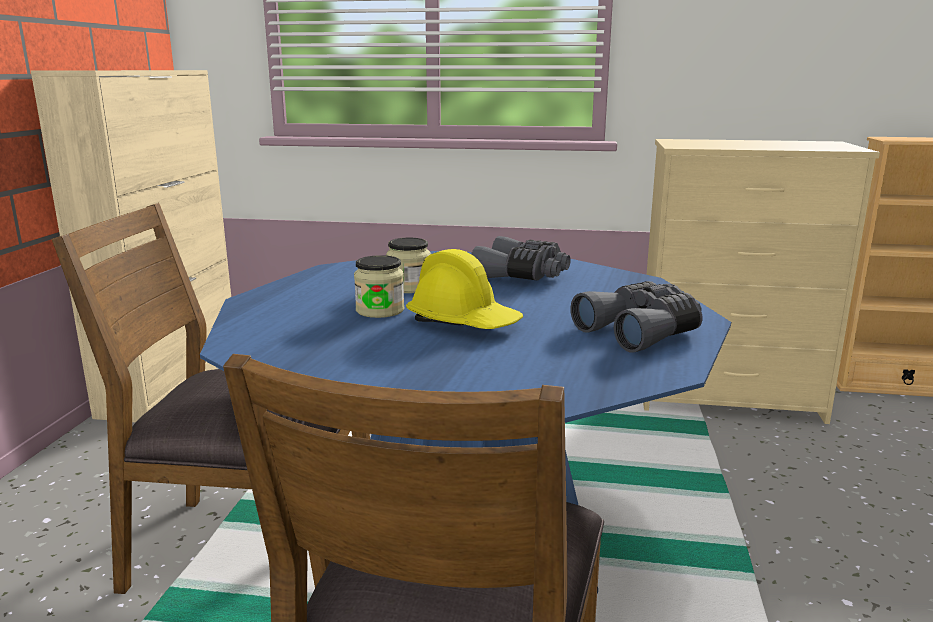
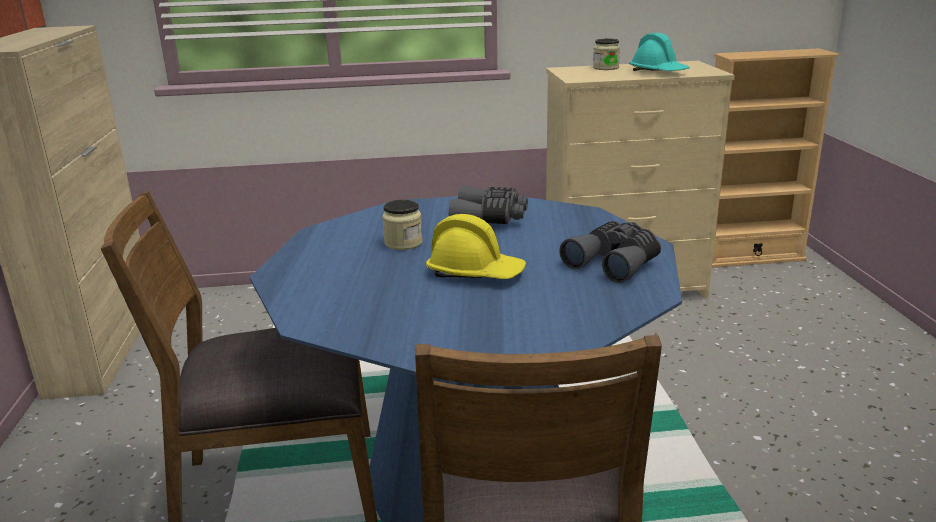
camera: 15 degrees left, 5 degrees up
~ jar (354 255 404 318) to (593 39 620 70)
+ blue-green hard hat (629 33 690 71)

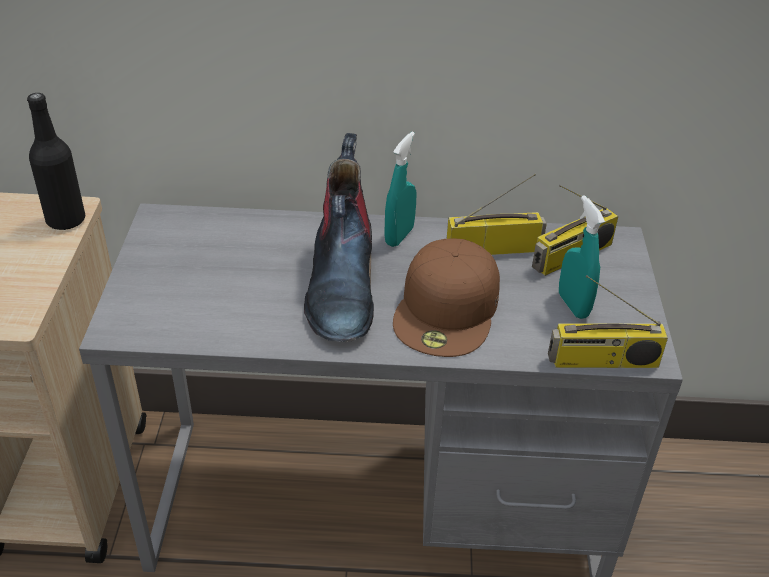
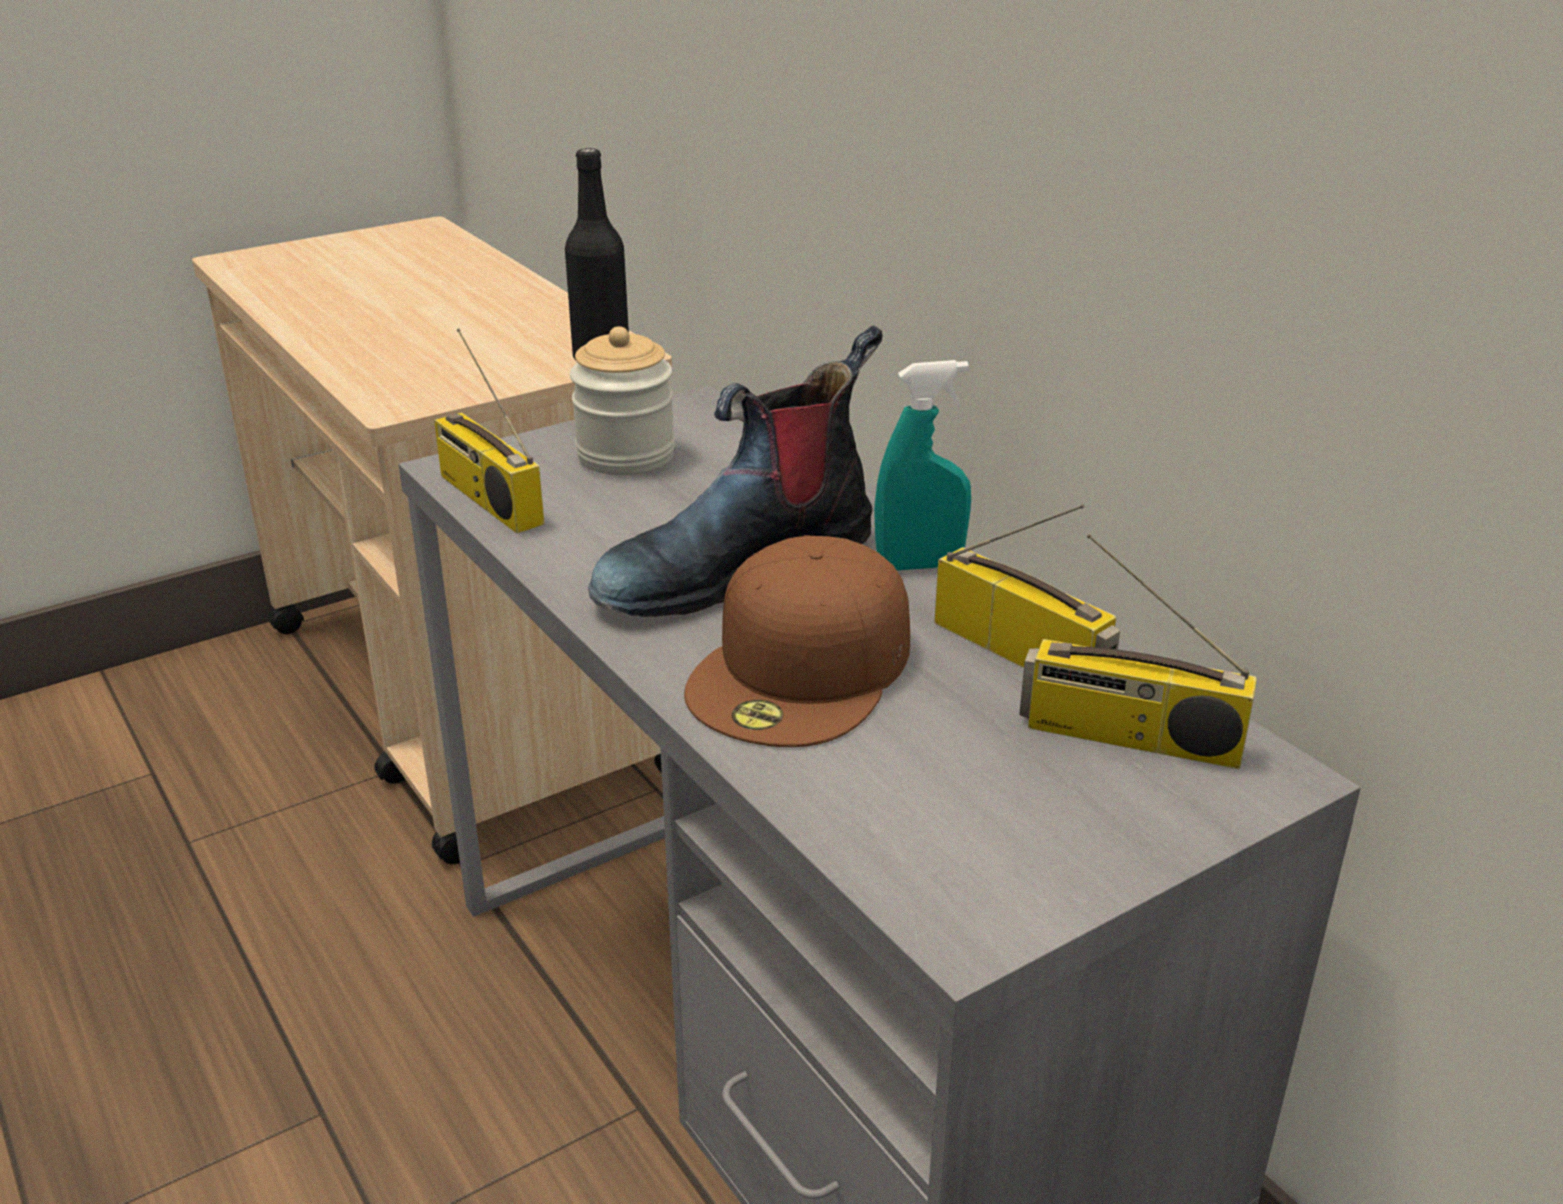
camera: 55 degrees right, 10 degrees down
~ brown cap (393 238 500 357) = (684 535 910 747) 45 degrees counterclockwise
~ radio (548 275 668 368) to (434 328 545 533)
- blue-green sprayer (559 195 605 319)
+ jar (570 326 675 475)

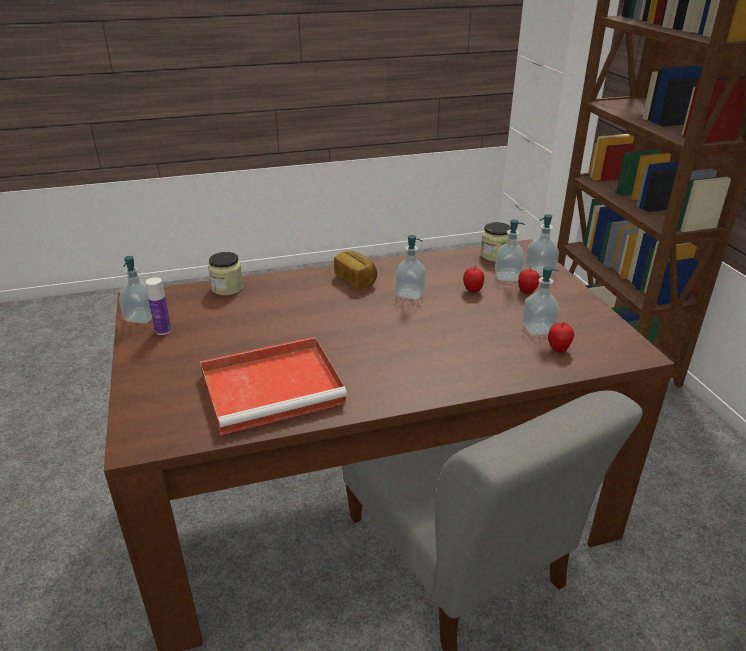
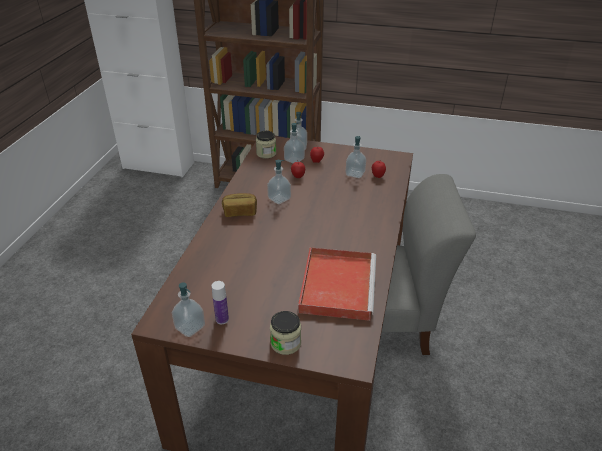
camera: 60 degrees left, 5 degrees up
~ jar (208 252 243 296) to (270 311 301 355)

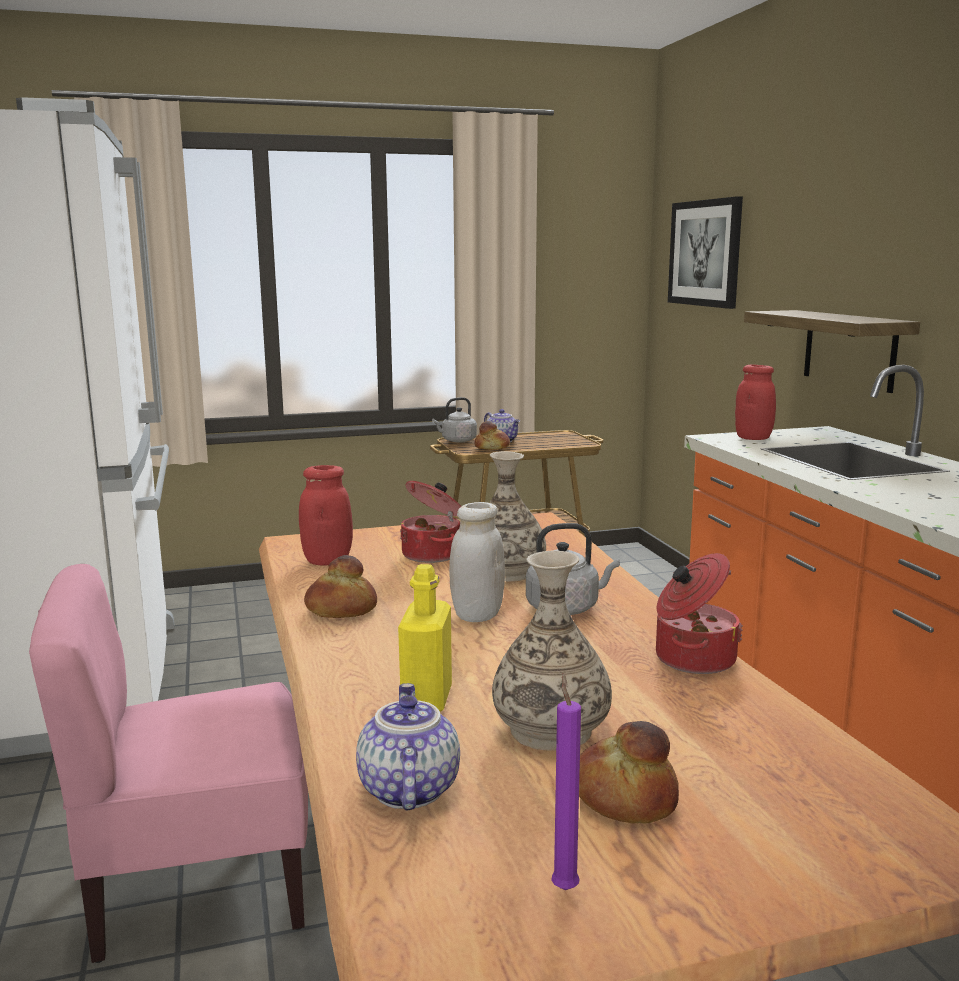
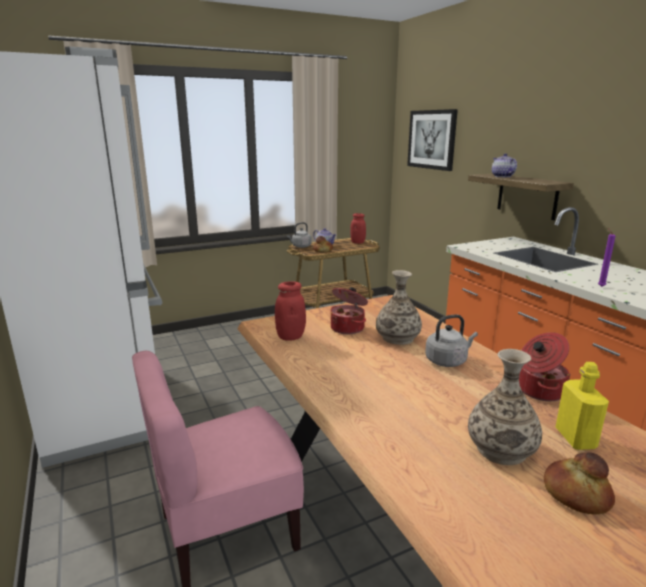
camera: 10 degrees left, 5 degrees up
- baked bread (304 555 377 618)
~ tea pot (356 683 460 810) to (492 153 517 177)
~ yellow drink bottle (398 564 452 712) to (555 362 609 450)
- white jar (449 502 505 622)
~ purple-coloured wax light (551 673 581 890) to (598 228 616 287)
~ reddish jar (735 364 776 440) to (350 213 366 244)

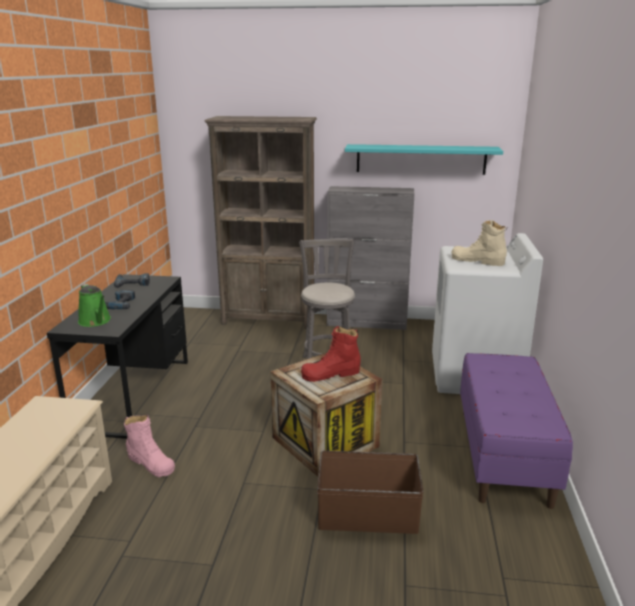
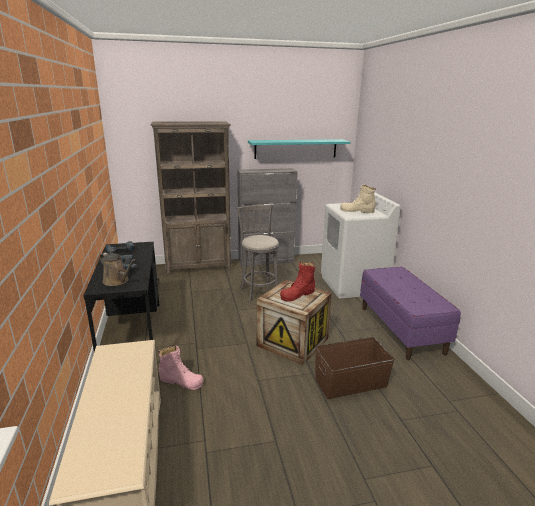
camera: 20 degrees left, 0 degrees up
~ greenish watering pot (78 284 111 327) to brown watering pot (100 253 136 286)

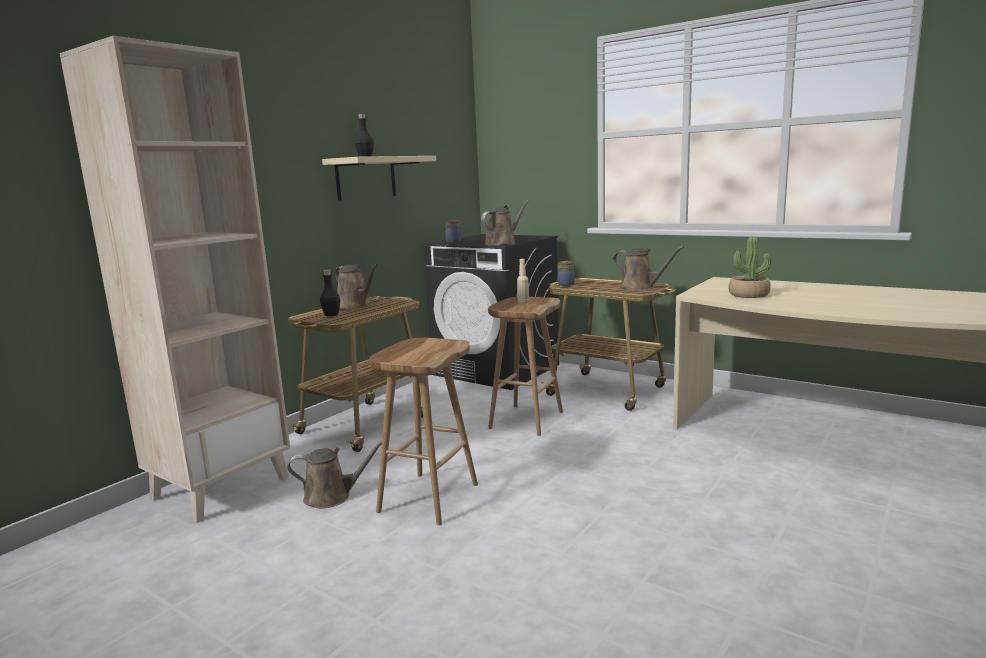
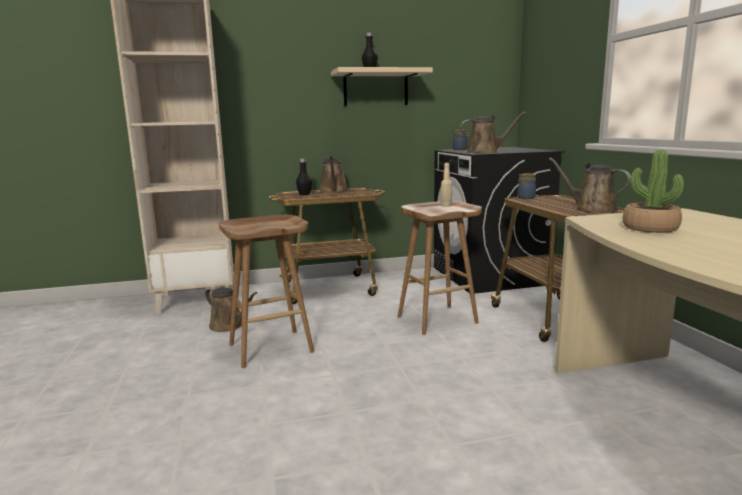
camera: 40 degrees right, 0 degrees up
~ brown watering pot (613 246 684 290) = (549 158 631 213) 150 degrees clockwise

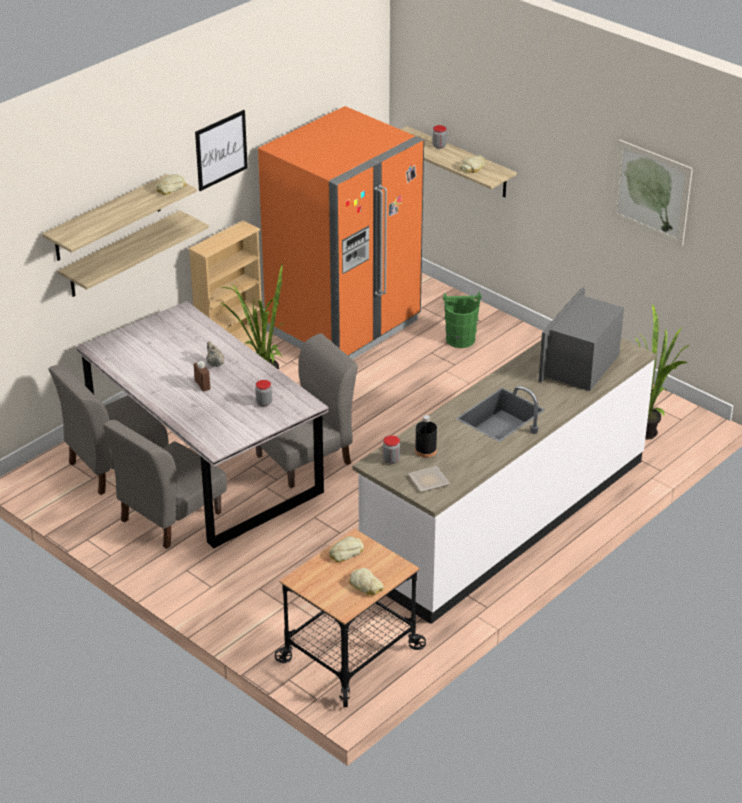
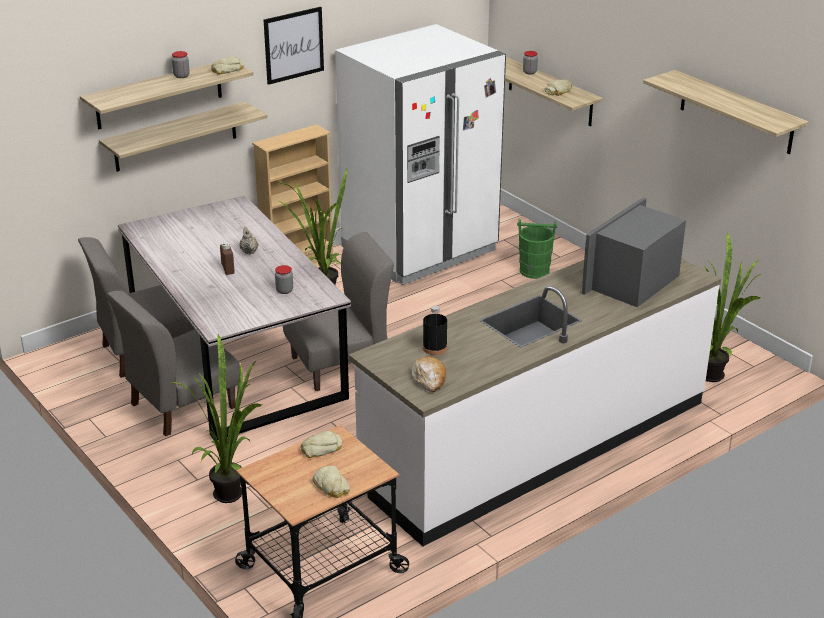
camera: 10 degrees right, 5 degrees down
~ orange kitchen fridge (258 106 424 360) to white kitchen fridge (335 24 506 285)
~ jar (383 435 400 464) to (172 51 190 78)
~ dinner plate (408 466 450 492) to baked bread (412 356 446 392)
~ wall art (611 140 693 246) to bracket shelf (643 70 809 154)
+ houseplant (170 334 262 503)

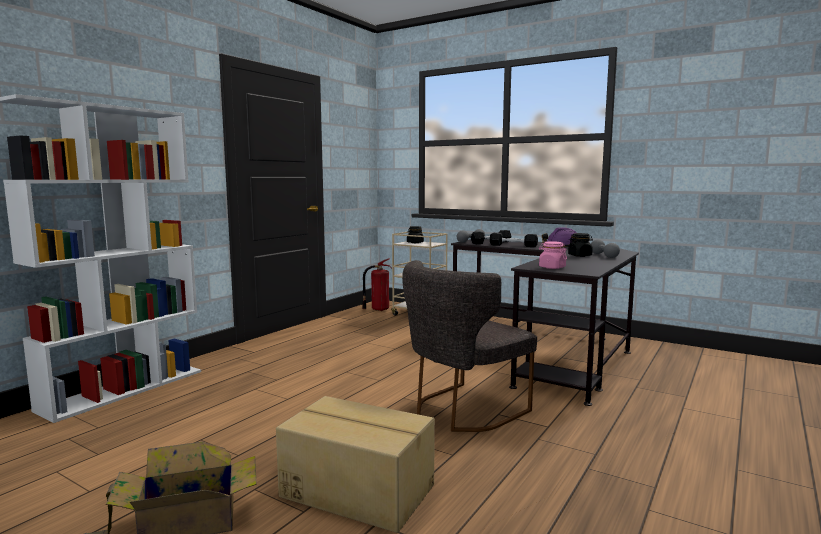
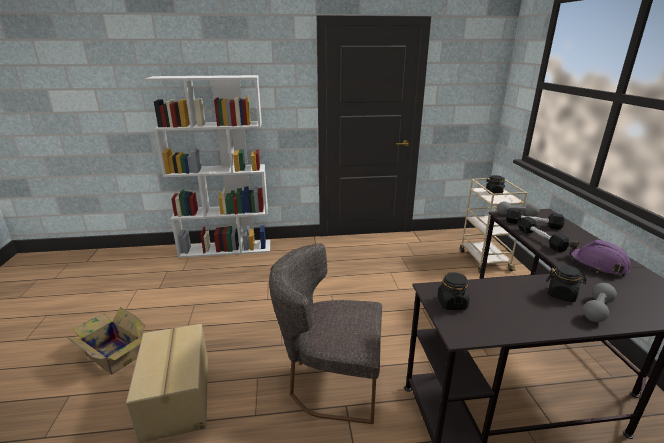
camera: 50 degrees right, 15 degrees up
- fire-fighting cylinder (362 258 391 311)
~ pink-coloured jar (539 241 567 269) to blackish jar (437 272 469 310)

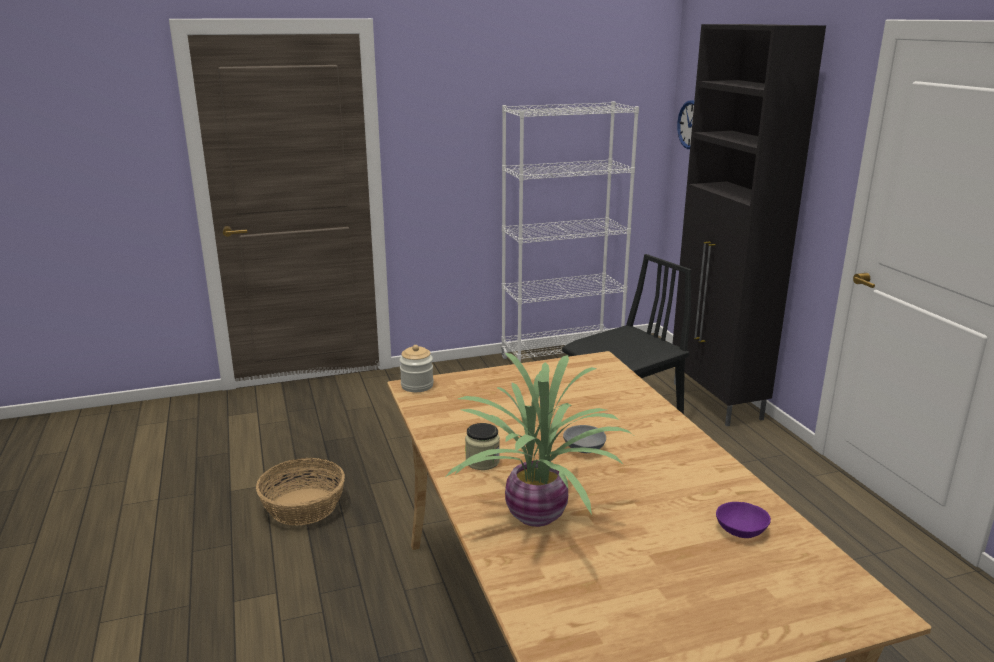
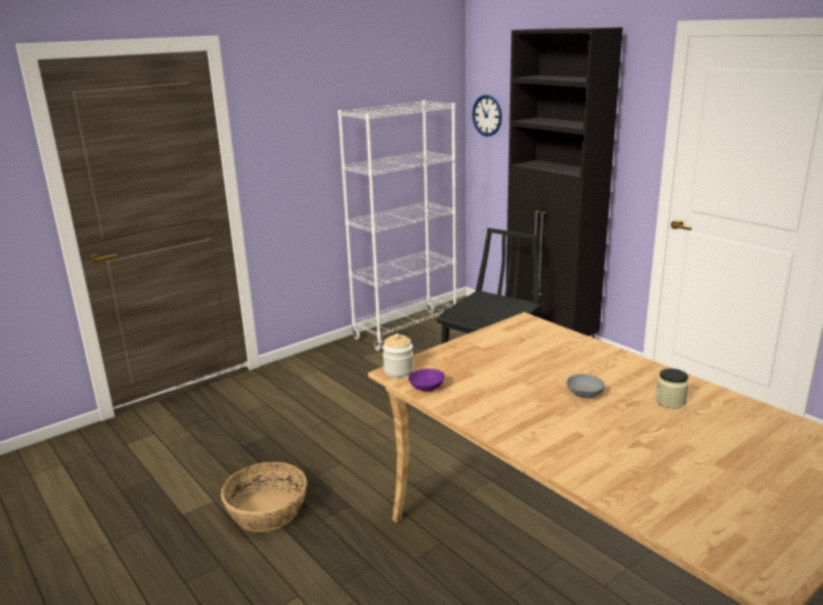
camera: 20 degrees left, 0 degrees up
- houseplant (446 353 633 527)
~ jar (465 423 500 470) to (656 368 689 408)
~ purple-coloured deep dish (716 502 771 538) to (409 369 445 391)

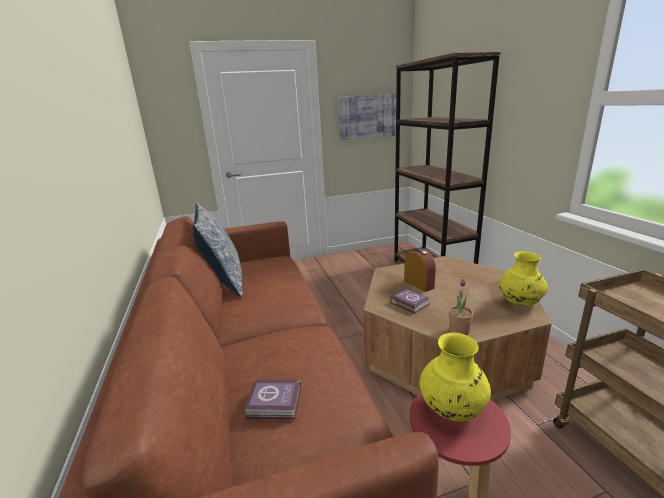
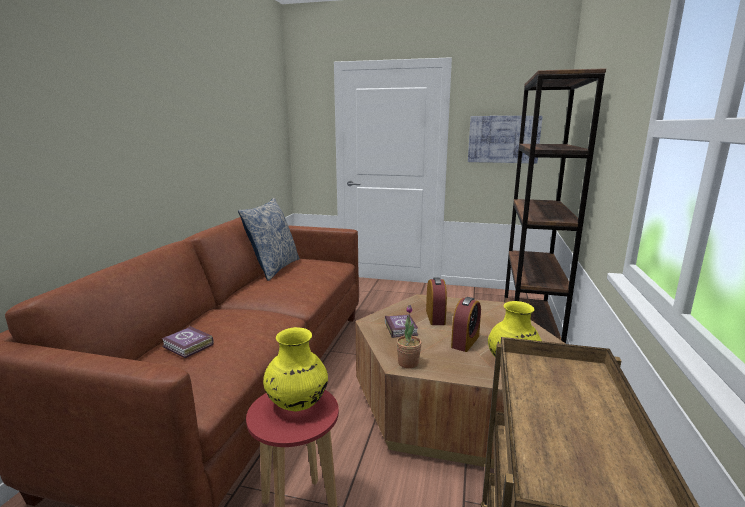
camera: 30 degrees right, 5 degrees down
+ alarm clock (451 297 481 352)

